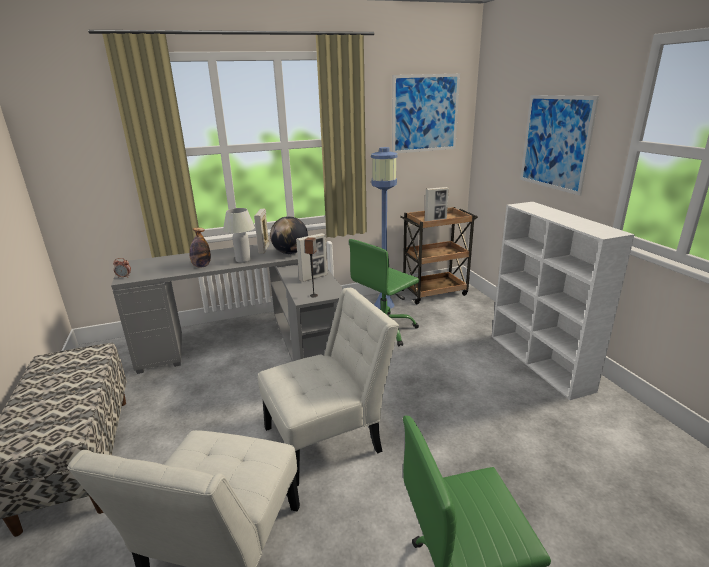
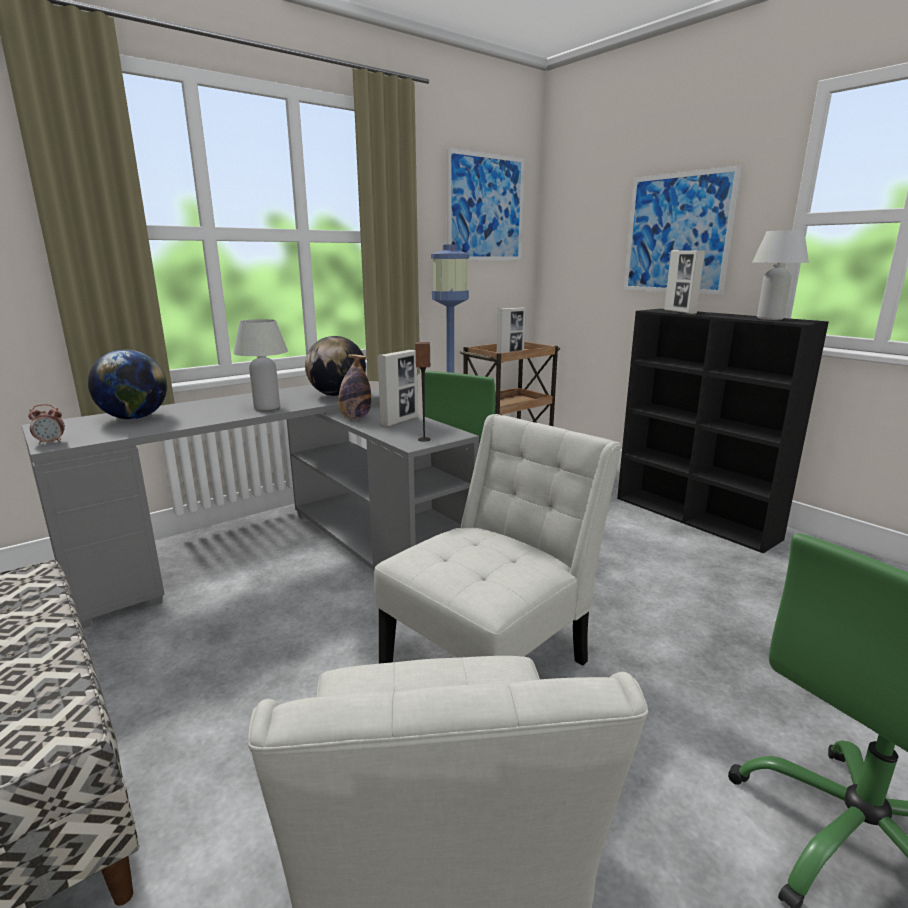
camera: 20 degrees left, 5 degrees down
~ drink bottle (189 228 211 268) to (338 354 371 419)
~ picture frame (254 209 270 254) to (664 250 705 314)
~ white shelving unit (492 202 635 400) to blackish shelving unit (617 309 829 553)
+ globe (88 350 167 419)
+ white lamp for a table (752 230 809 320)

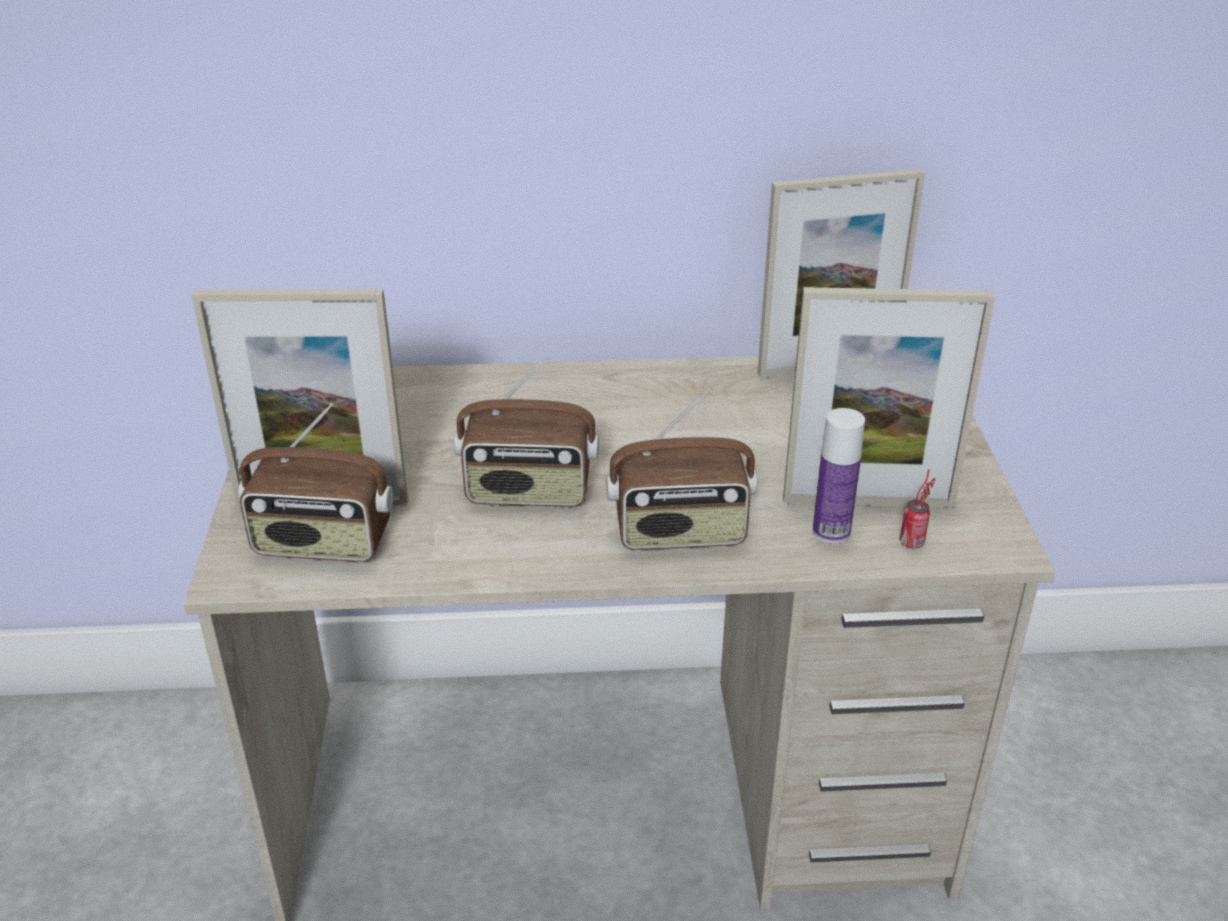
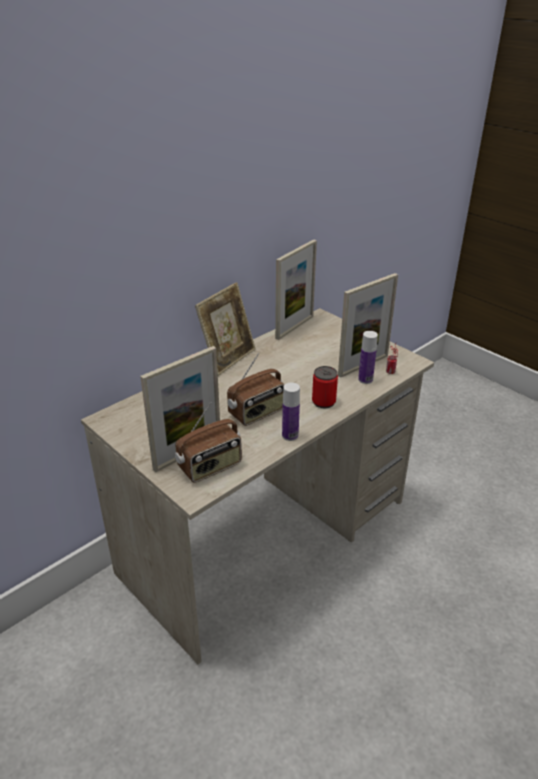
camera: 40 degrees left, 0 degrees up
~ radio (606 391 758 550) to sealed can (312 366 338 408)
+ picture frame (195 283 256 376)
+ drink bottle (282 383 300 441)

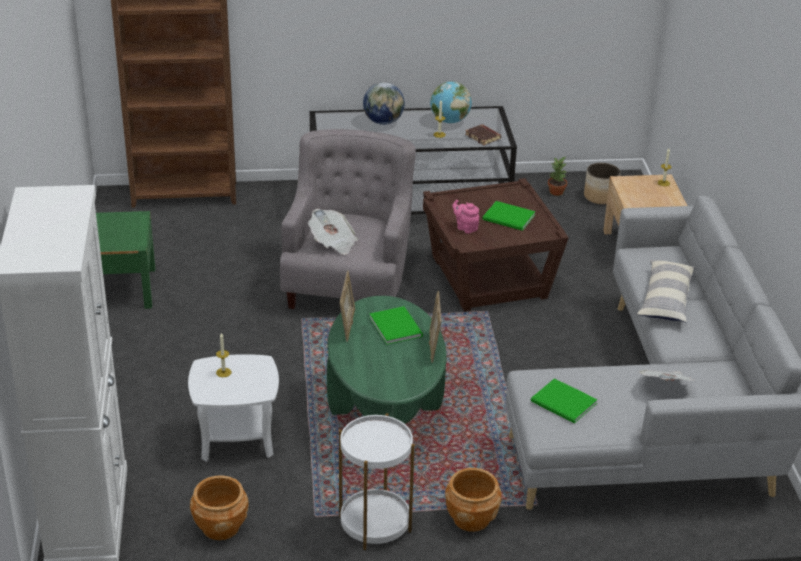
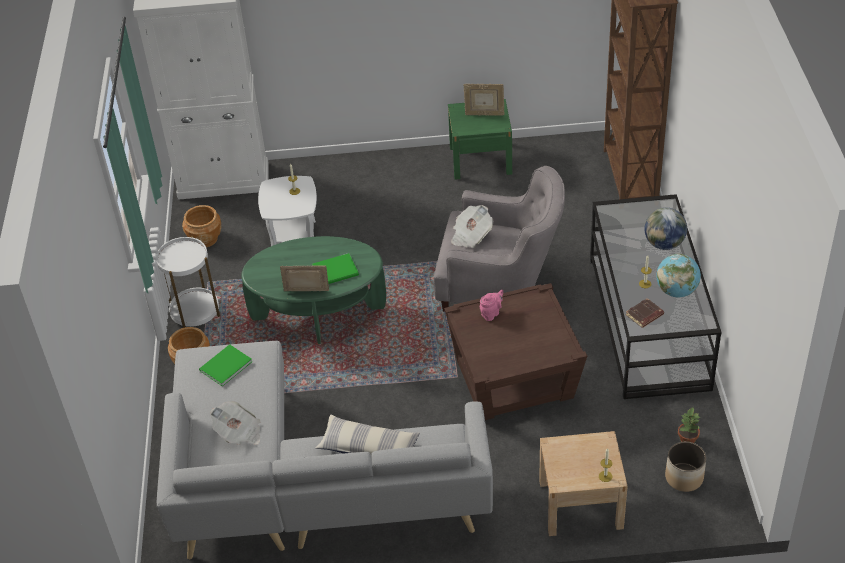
camera: 95 degrees right, 10 degrees up
~ picture frame (340 270 356 342) to (463 84 505 116)
- greenish bound book (483 201 536 231)

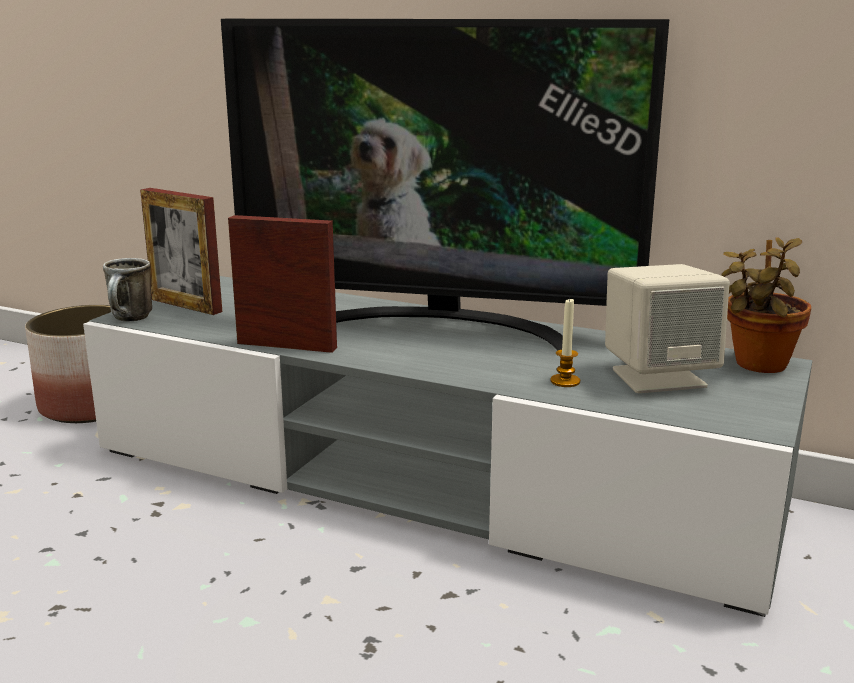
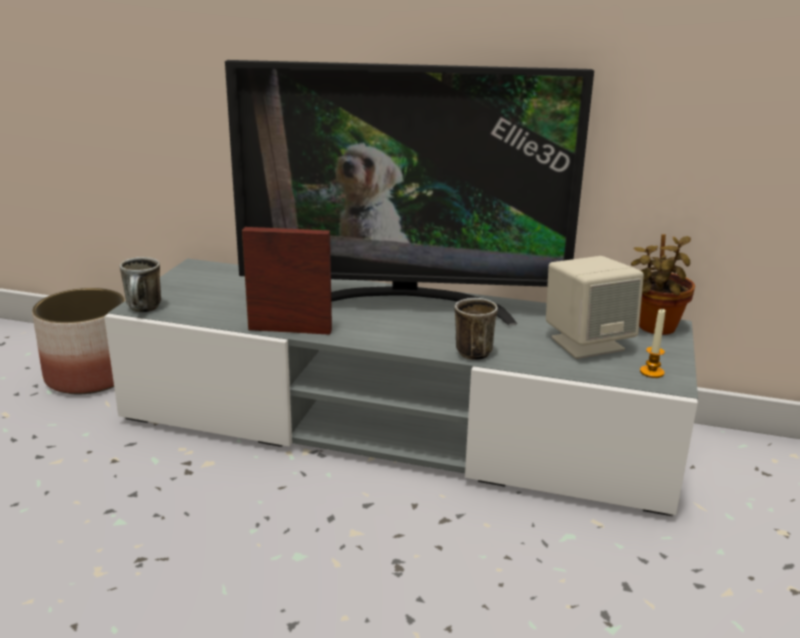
camera: 10 degrees left, 5 degrees up
- picture frame (140 188 222 315)
~ wax light (550 298 580 387) to (640 308 666 378)
+ tea mug (454 298 498 360)

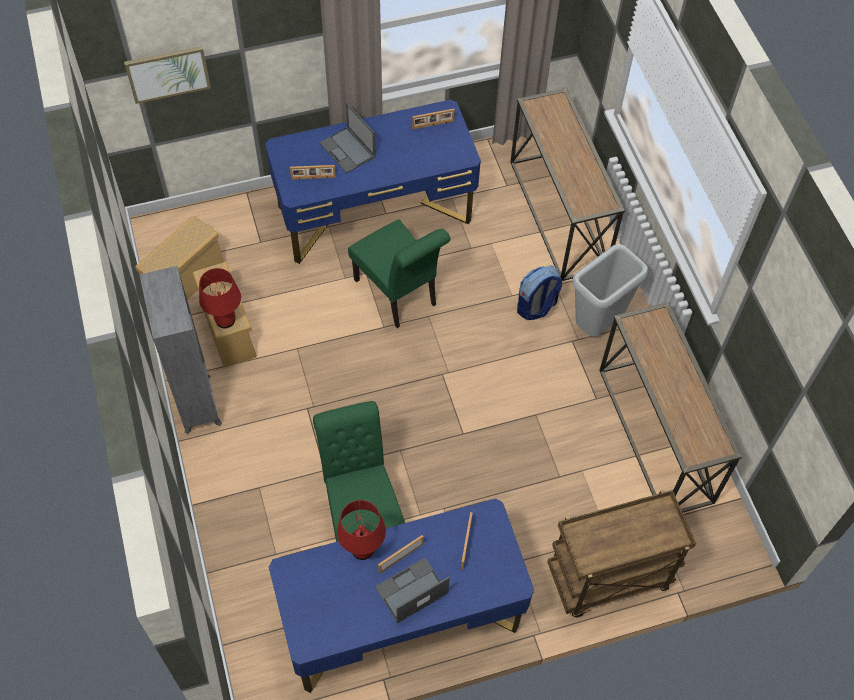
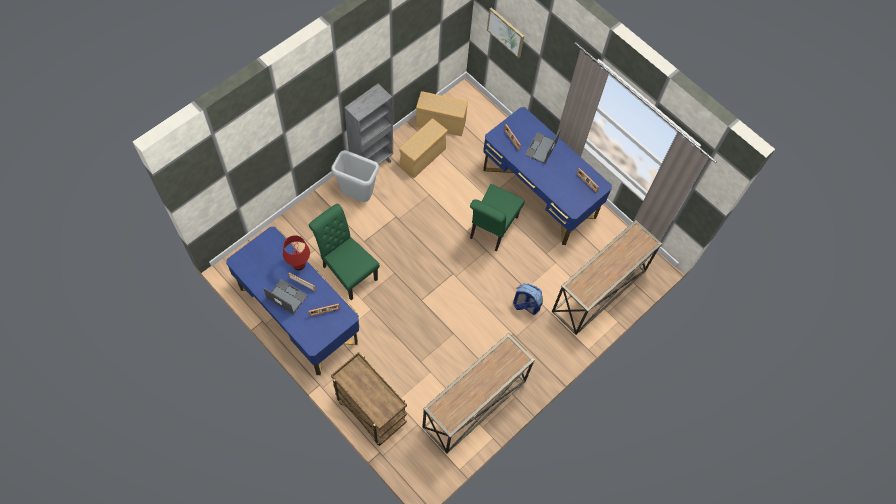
camera: 60 degrees right, 5 degrees up
- reddish lamp for a table (199 268 241 328)
~ greenish plain chair (313 401 405 542) = (309 204 380 300) 90 degrees counterclockwise
~ gray rubbish bin (572 244 649 337) to (331 150 379 202)

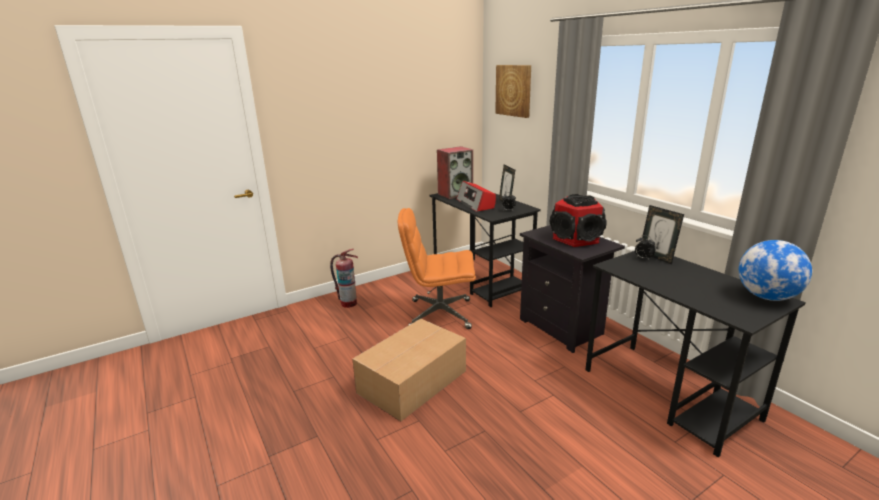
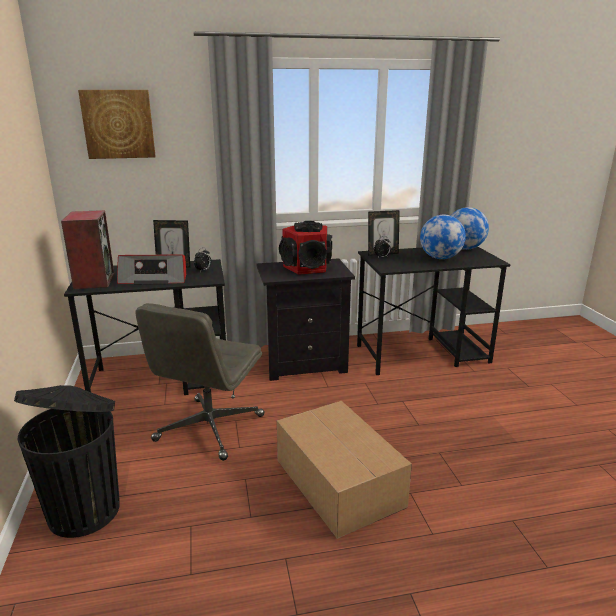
camera: 70 degrees left, 0 degrees up
~ fire-fighting cylinder (330 249 358 308) to blackish rubbish bin (14 385 120 538)
~ orange office chair (398 208 476 329) to gray office chair (136 303 265 461)
+ globe (420 215 466 259)

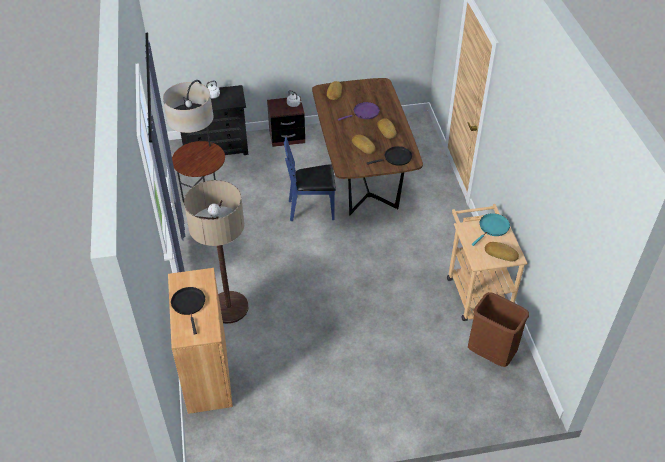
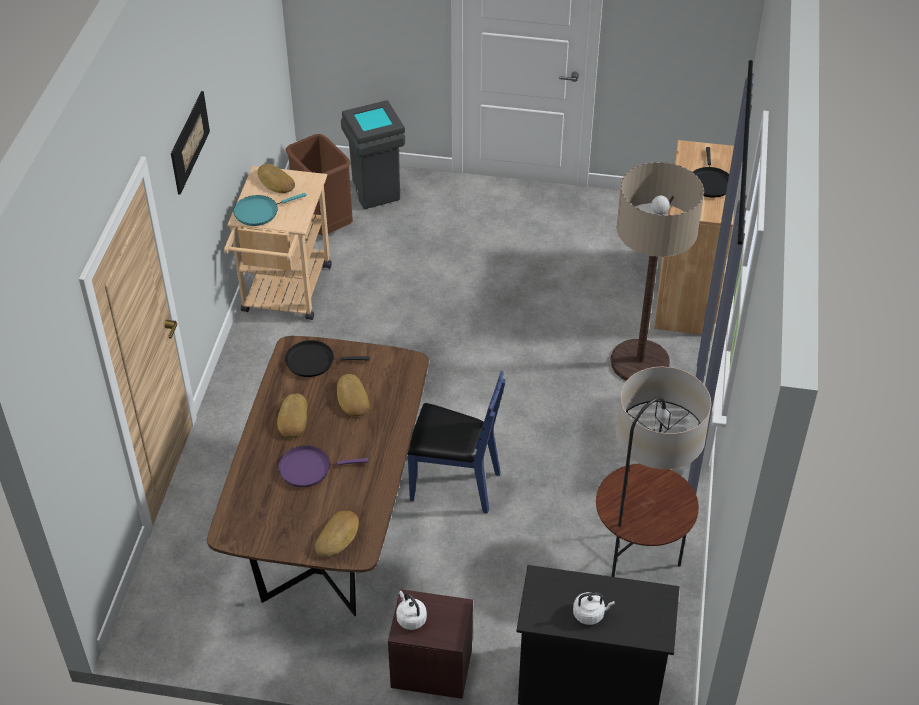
camera: 160 degrees left, 0 degrees up
+ wall art (171 91 210 195)
+ gray rubbish bin (341 100 405 209)

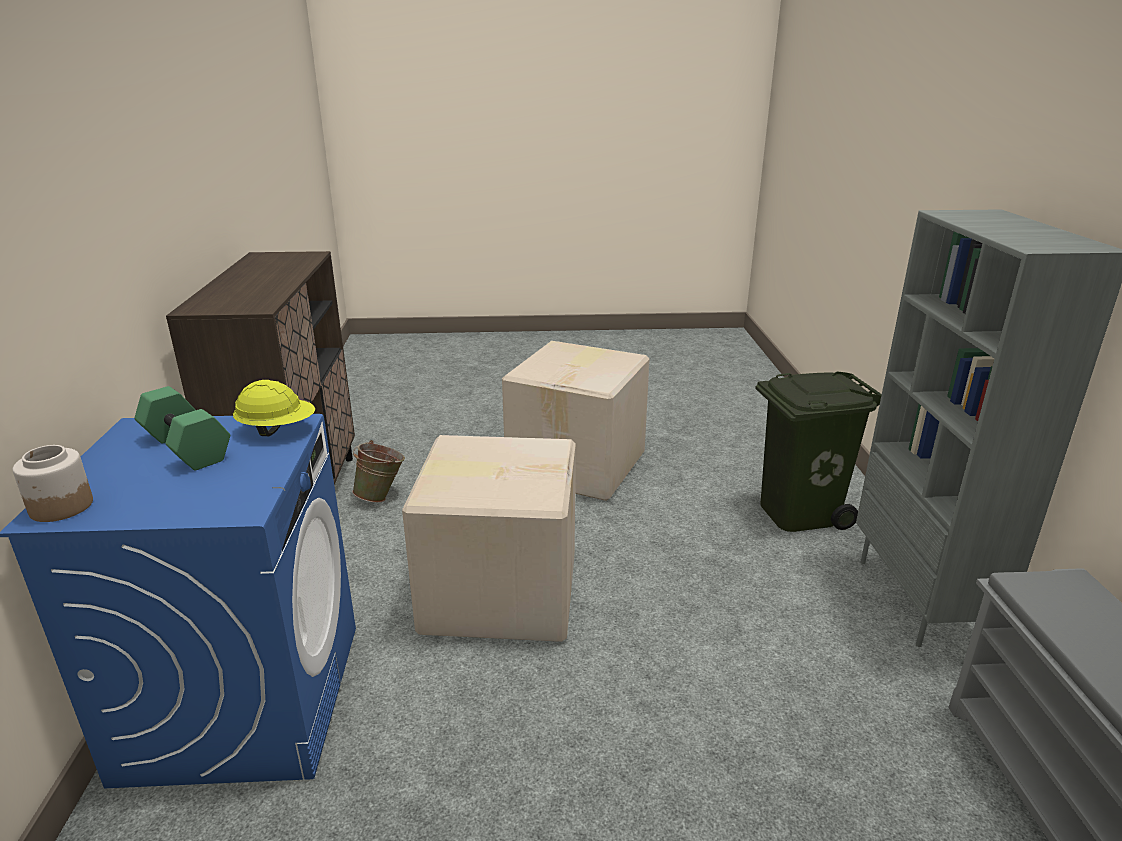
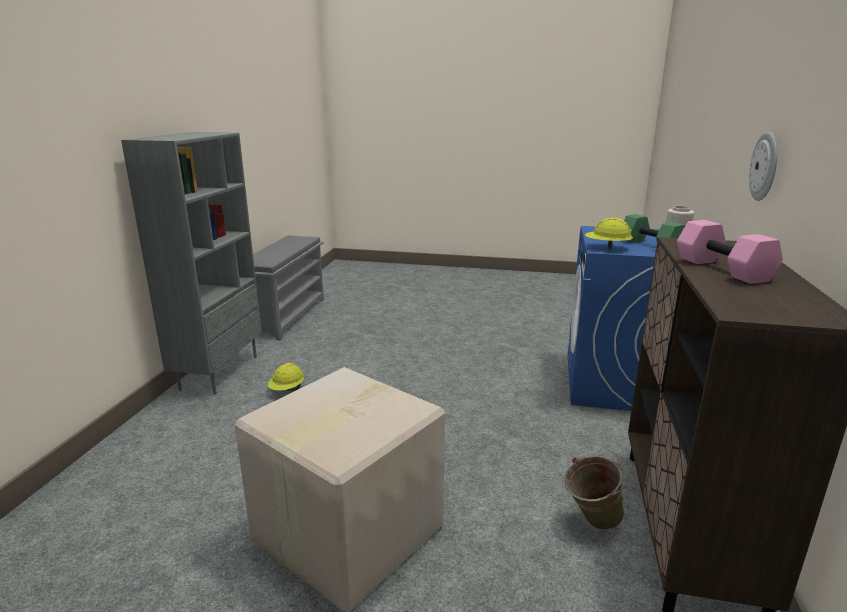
camera: 165 degrees left, 5 degrees down
- cardboard box (402 435 576 642)
- greenish rubbish bin (755 371 882 532)
+ yellow hard hat (268 363 304 391)
+ pink-coloured dumbbell (677 220 783 284)
+ hanging clock (749 132 777 201)

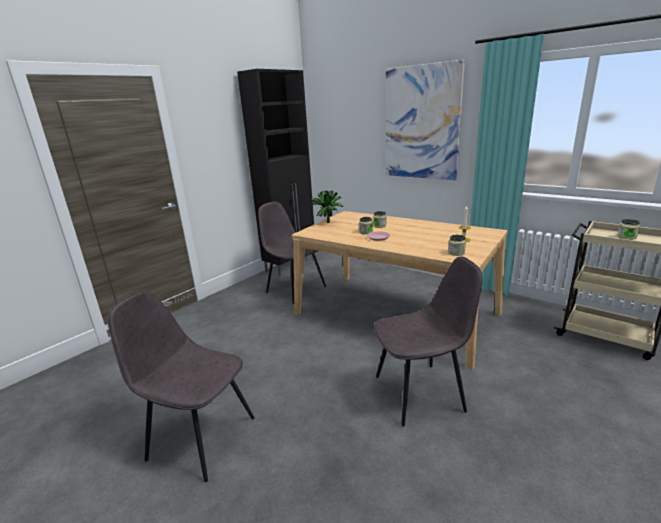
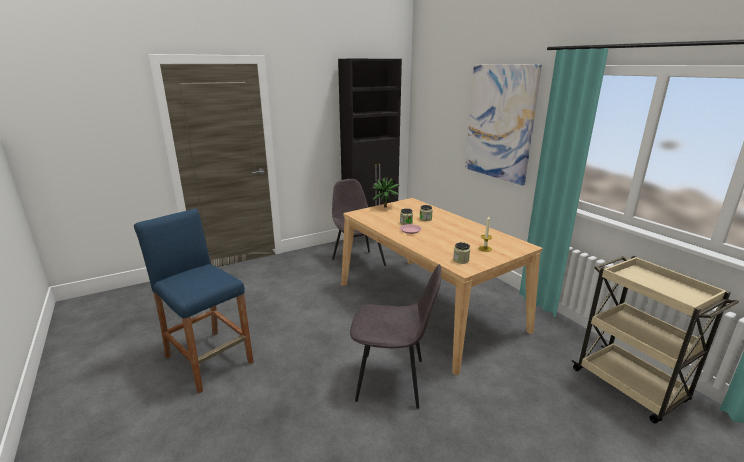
camera: 20 degrees right, 0 degrees up
~ gray plain chair (108 290 255 482) to bluish sitting stool (134 208 254 393)
- jar (617 219 640 240)

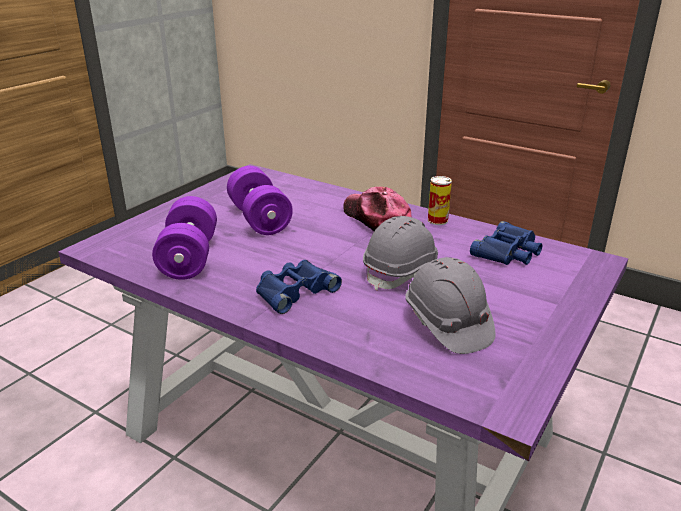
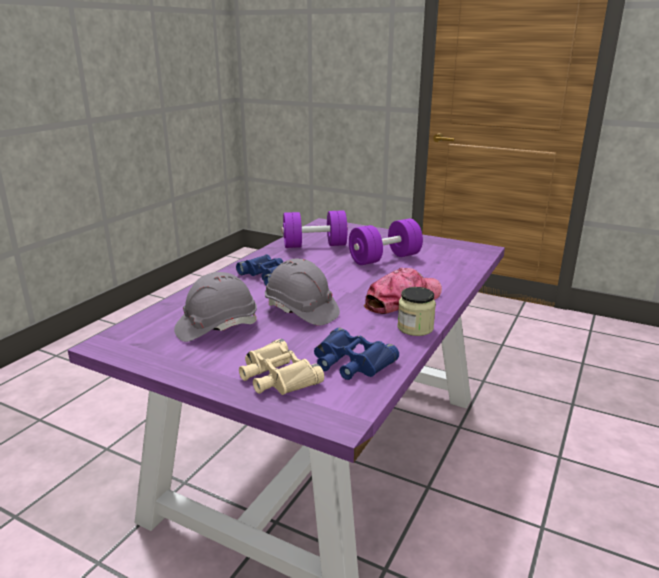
camera: 85 degrees right, 5 degrees down
~ sealed can (428 176 452 225) to jar (398 287 436 336)
+ beige pair of binoculars (239 339 324 395)

